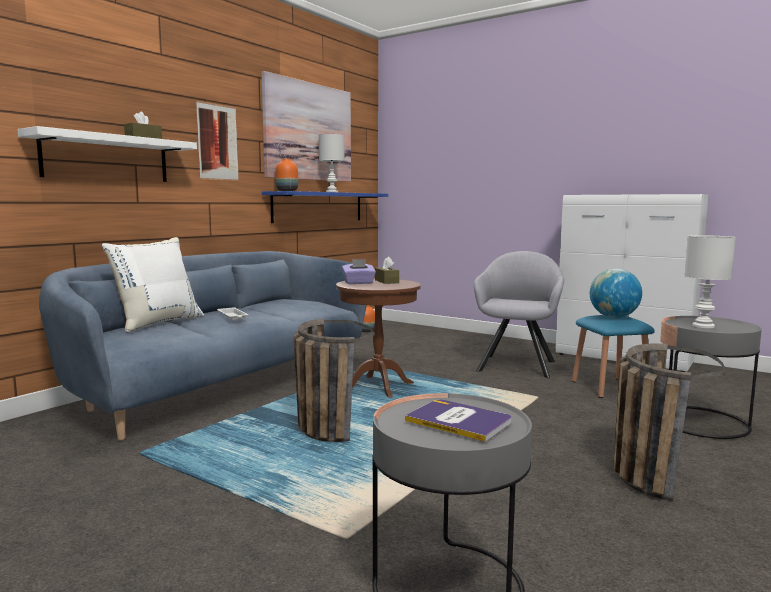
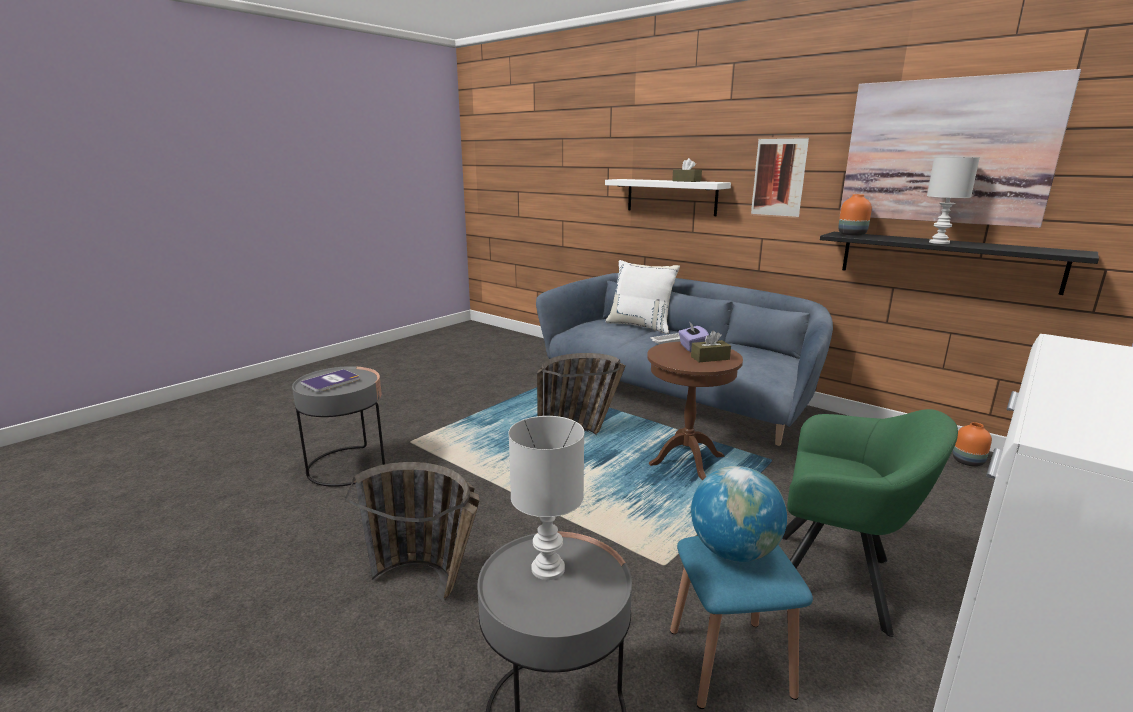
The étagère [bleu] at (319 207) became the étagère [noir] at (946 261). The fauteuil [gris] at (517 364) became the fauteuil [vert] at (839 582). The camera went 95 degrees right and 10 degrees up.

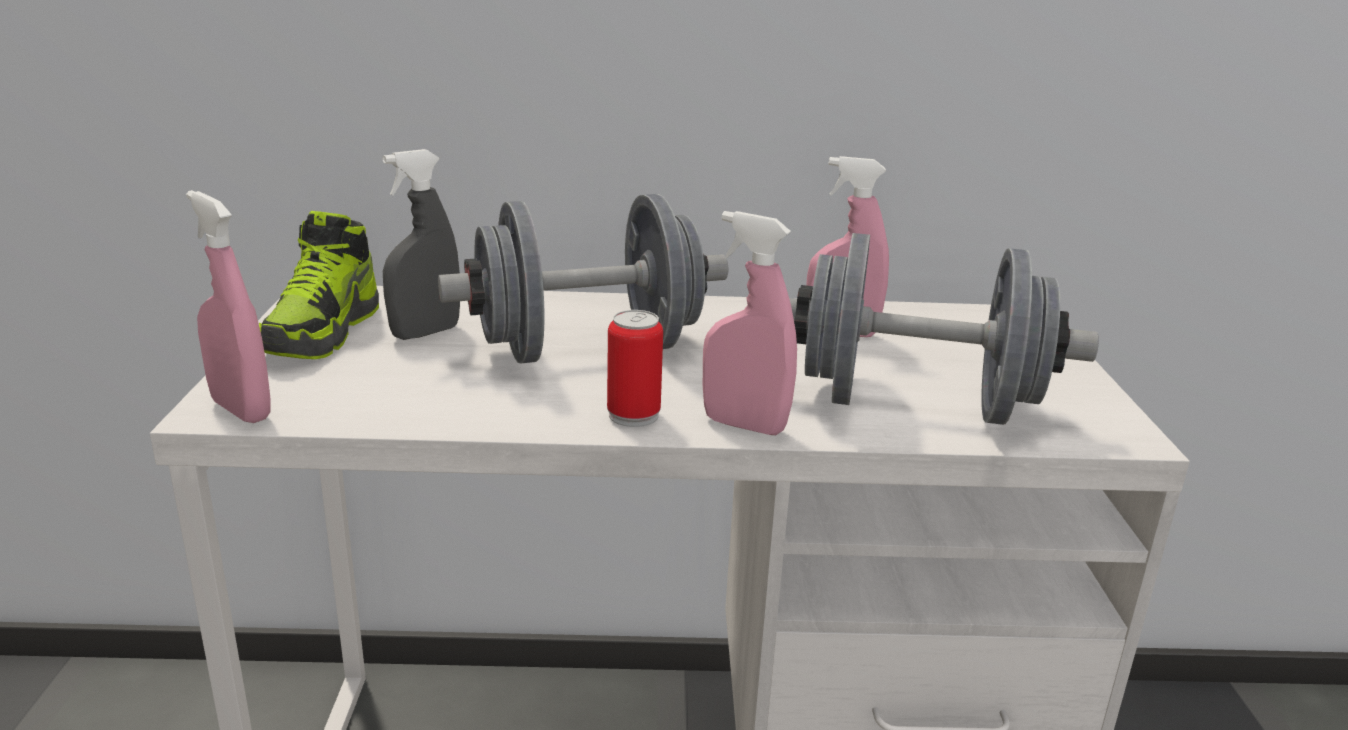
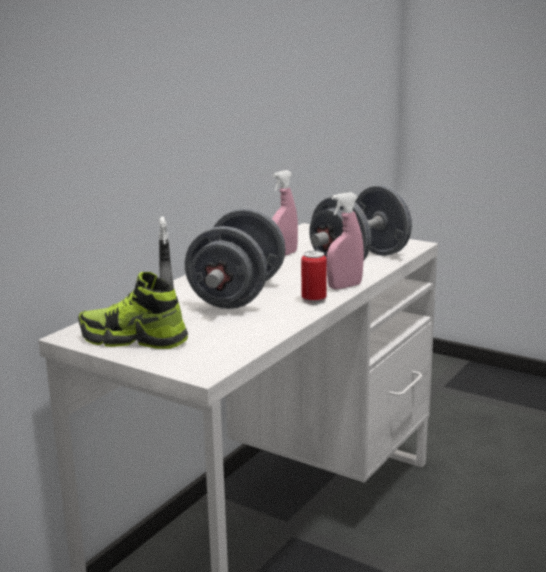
The vaporisateur [rose] at (241 410) disappeared. The chaussure at (324 332) turned 150 degrees clockwise. The camera went 55 degrees left and 5 degrees down.

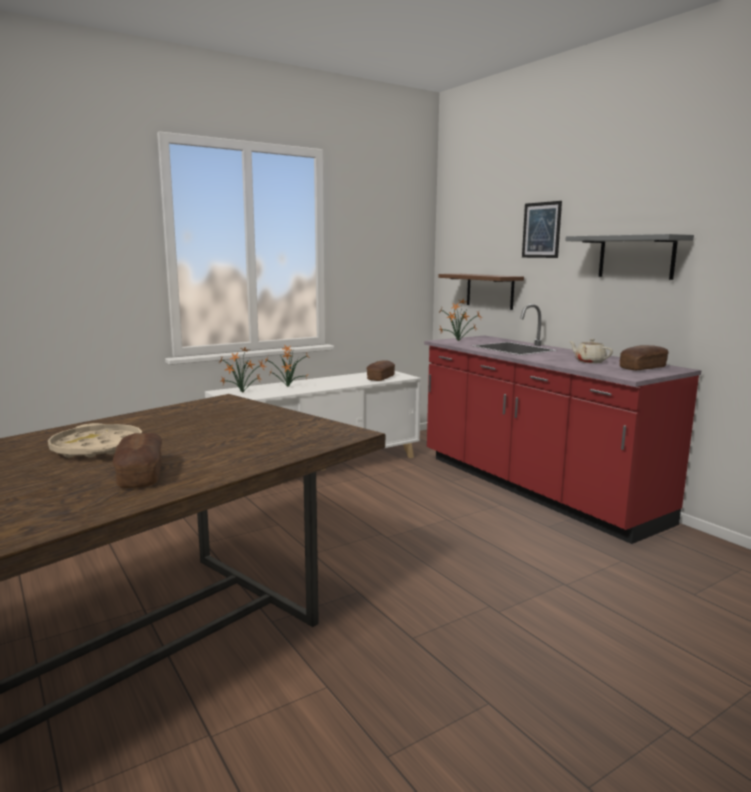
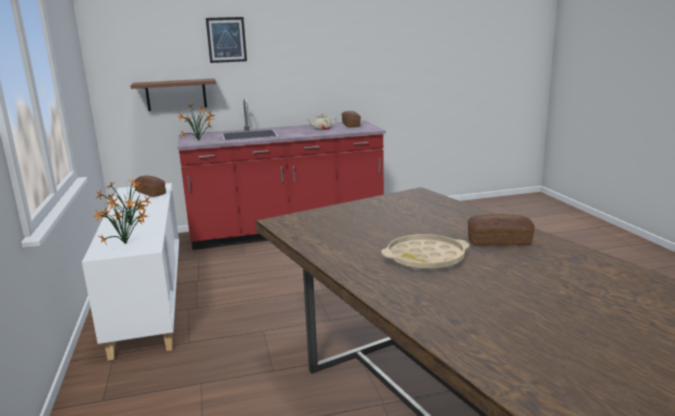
The étagère [gris] at (636 257) disappeared. The camera went 70 degrees left and 5 degrees up.

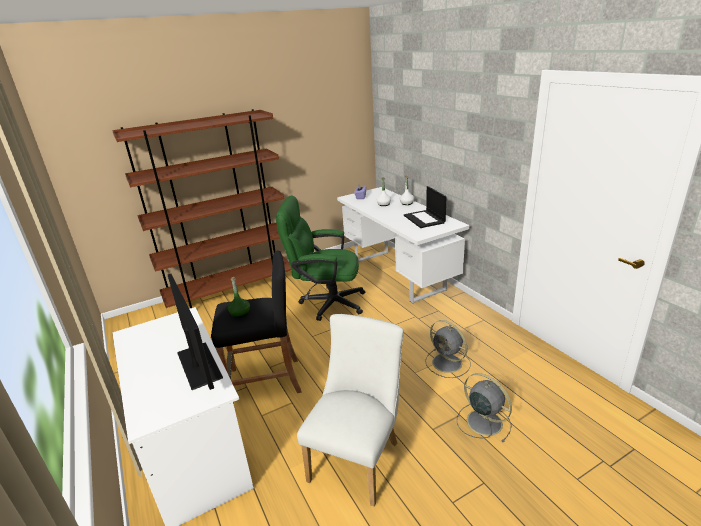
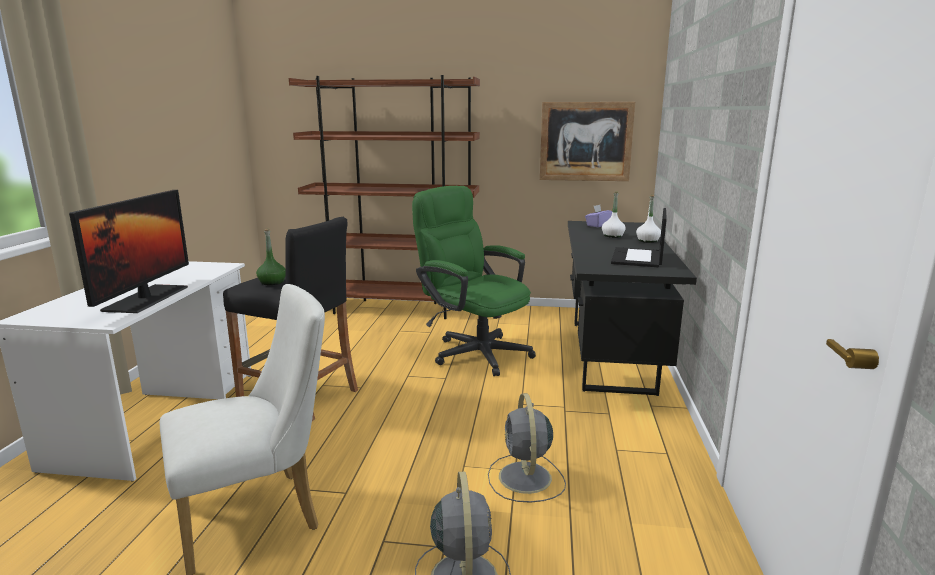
The tableau at (585 141) appeared. The bureau [blanc] at (398 275) became the bureau [noir] at (611 355). The camera went 35 degrees right and 10 degrees down.

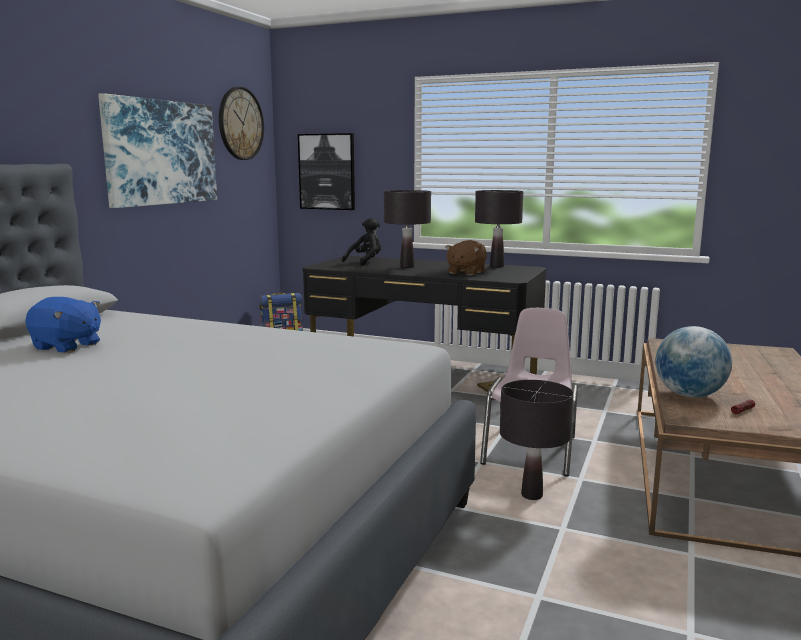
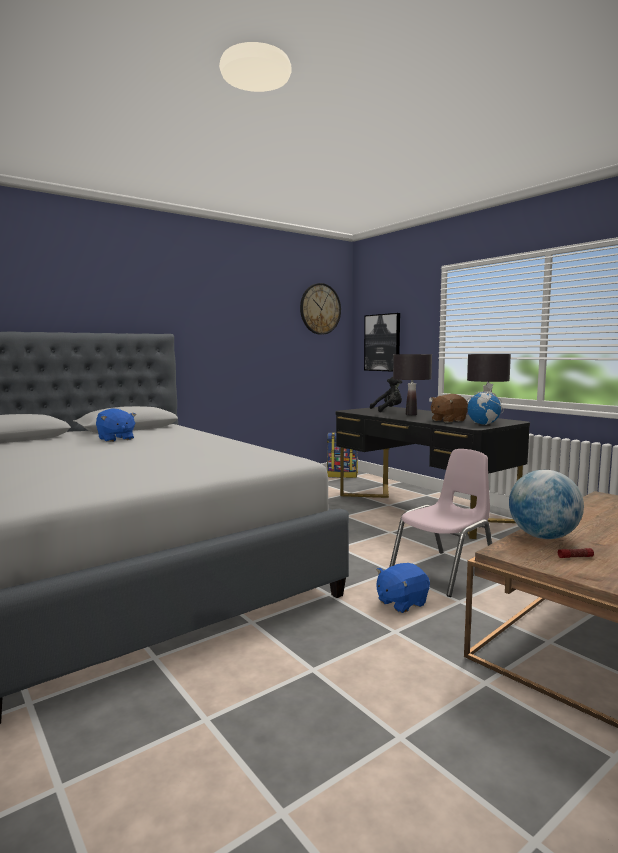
The tableau at (161 152) disappeared. The globe at (484 424) appeared. The lampe de table [noir] at (532 495) was replaced by the peluche [bleu] at (401 603). The camera went 30 degrees right and 5 degrees down.

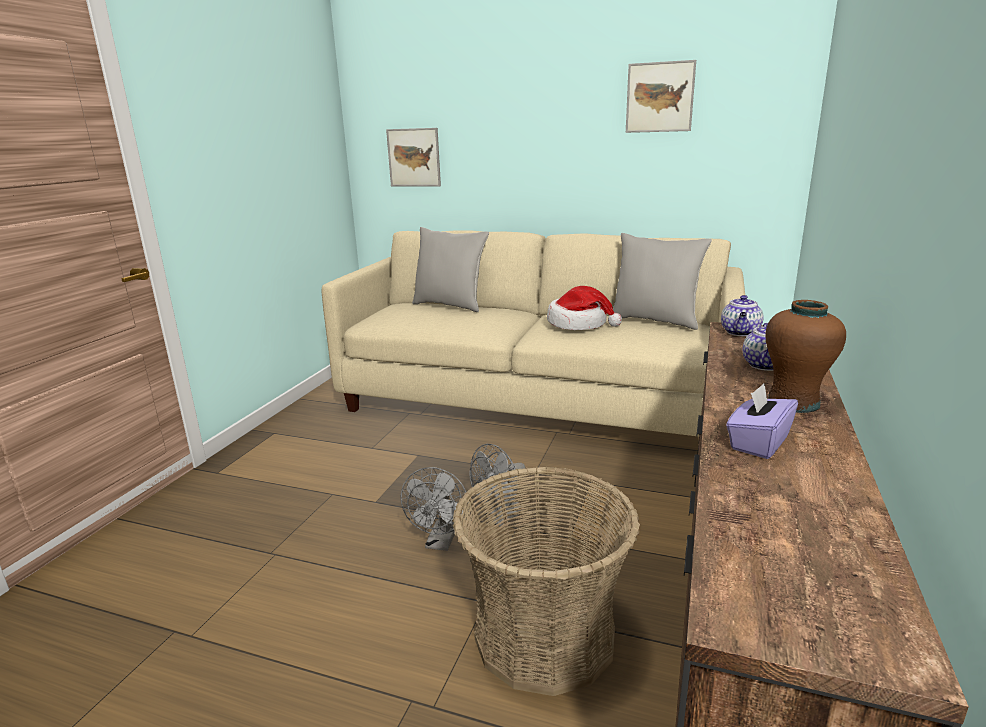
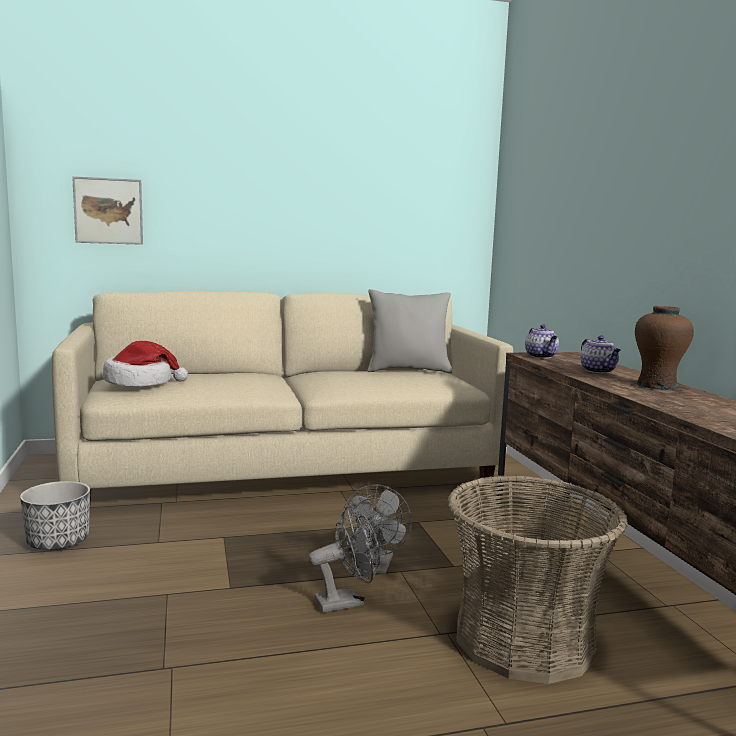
The coussin [gris] at (450 305) disappeared. The tableau at (659 97) disappeared. The boîte à mouchoirs [violet] at (758 443) disappeared. The cache-pot at (58 542) appeared. The chapeau moved from (579 324) to (141 382). The ventilateur [gris] at (440 542) turned 90 degrees counterclockwise. The camera went 35 degrees left and 10 degrees down.

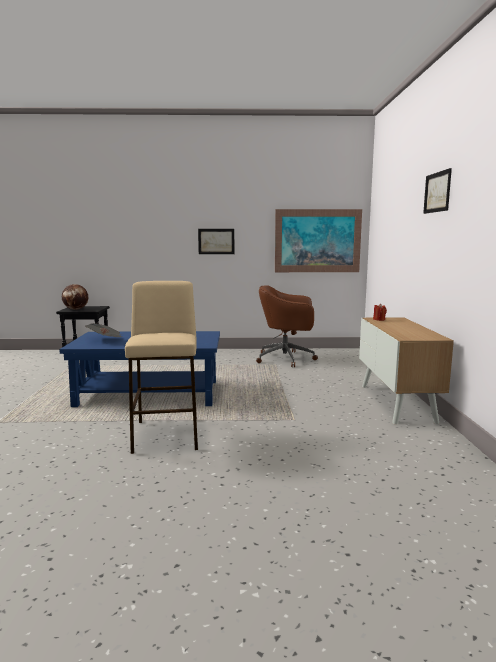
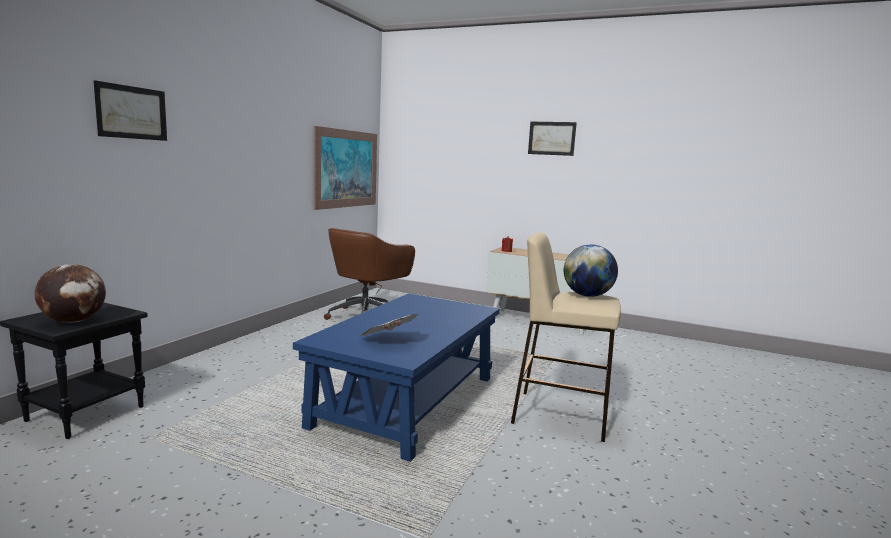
The globe at (587 295) appeared. The tableau moved from (216 241) to (132 112). The camera went 65 degrees left and 0 degrees up.

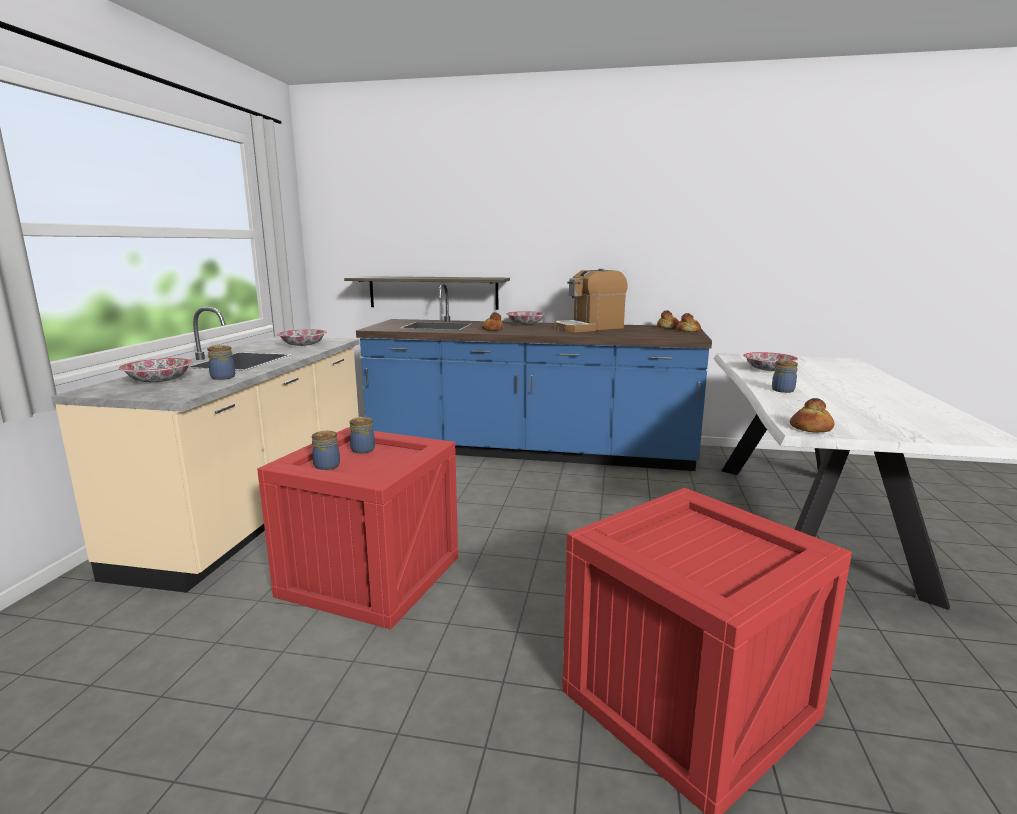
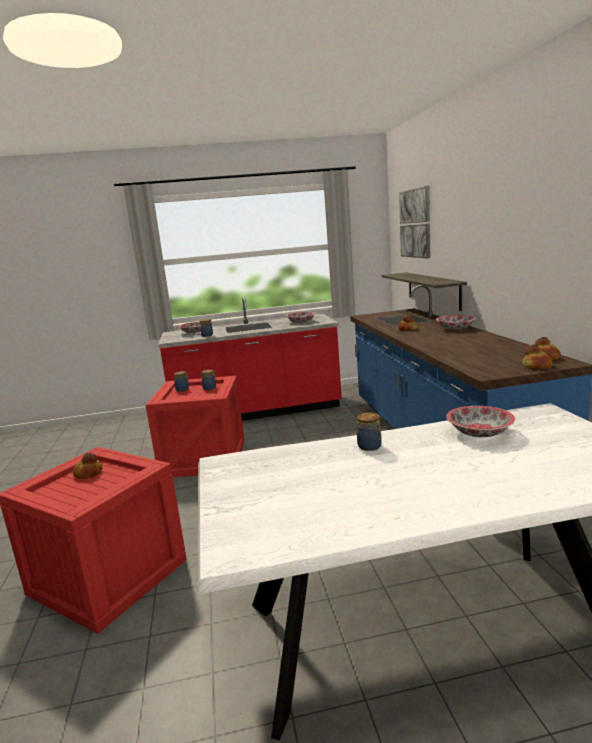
The machine à café at (589 328) disappeared. The tableau at (415 223) appeared. The pain moved from (811 428) to (88 473). The comptoir de cuisine [beige] at (259 510) became the comptoir de cuisine [rouge] at (257 412). The camera went 70 degrees right and 0 degrees up.

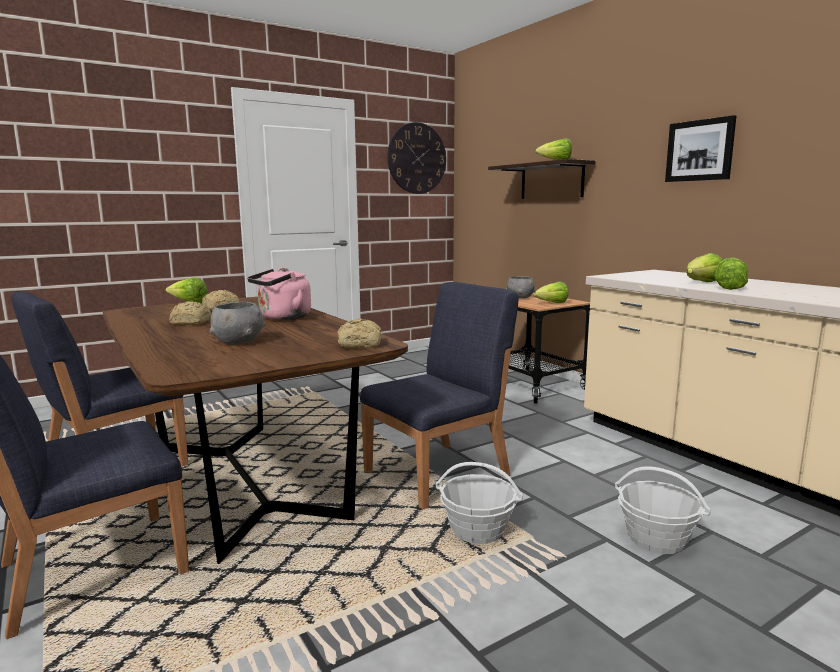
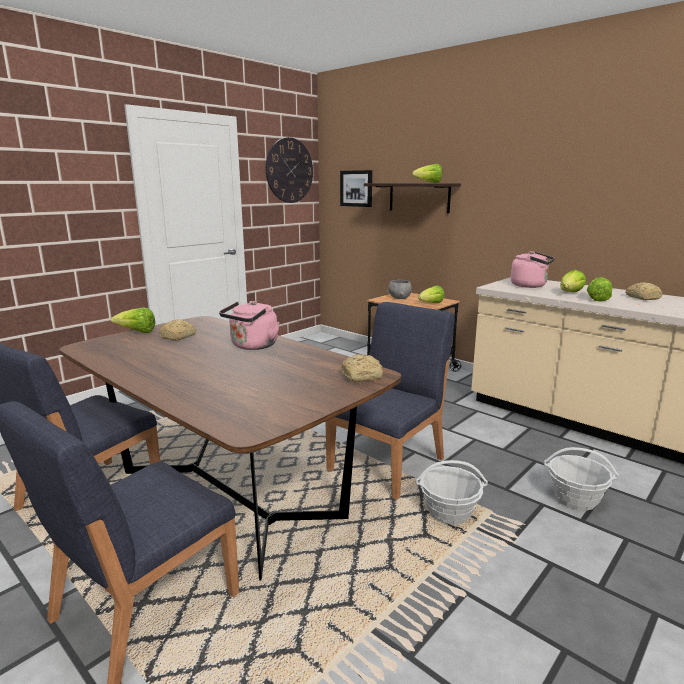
The bol [gris] at (239 342) disappeared. The bouilloire [rose] at (531 286) appeared. The pain moved from (192 322) to (642 298). The tableau moved from (700 150) to (356 188). The camera went 15 degrees left and 5 degrees up.

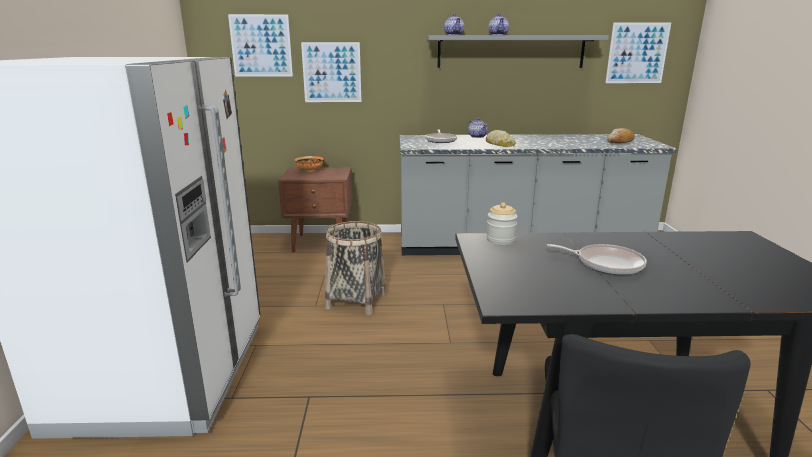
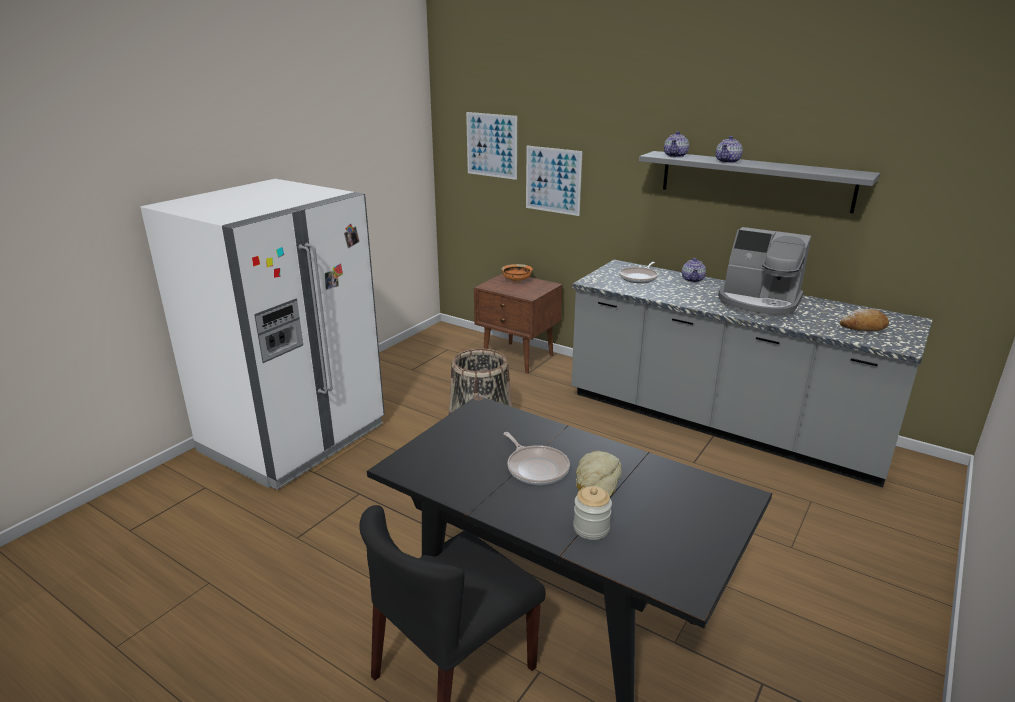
The tableau at (637 53) disappeared. The machine à café at (758 303) appeared. The pain moved from (500 144) to (597 482). The bocal moved from (500 240) to (591 528). The camera went 35 degrees right and 5 degrees up.

